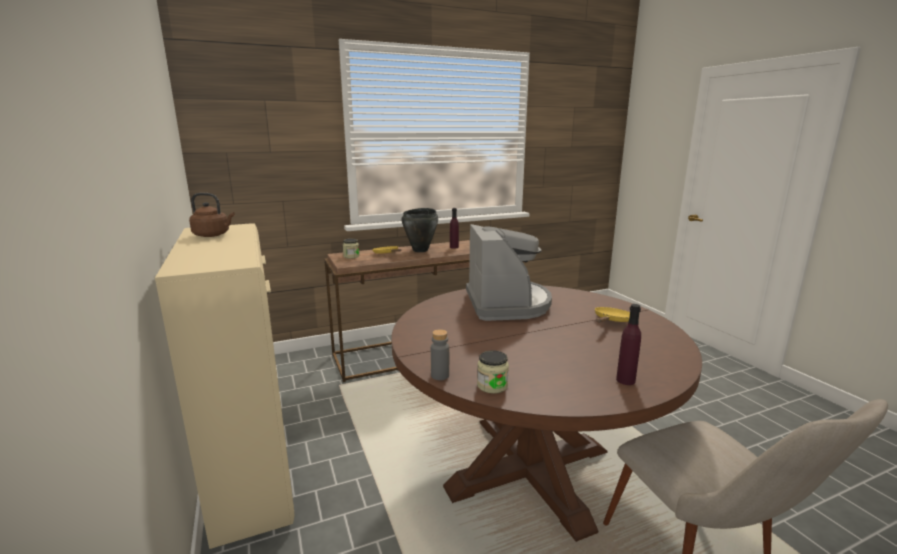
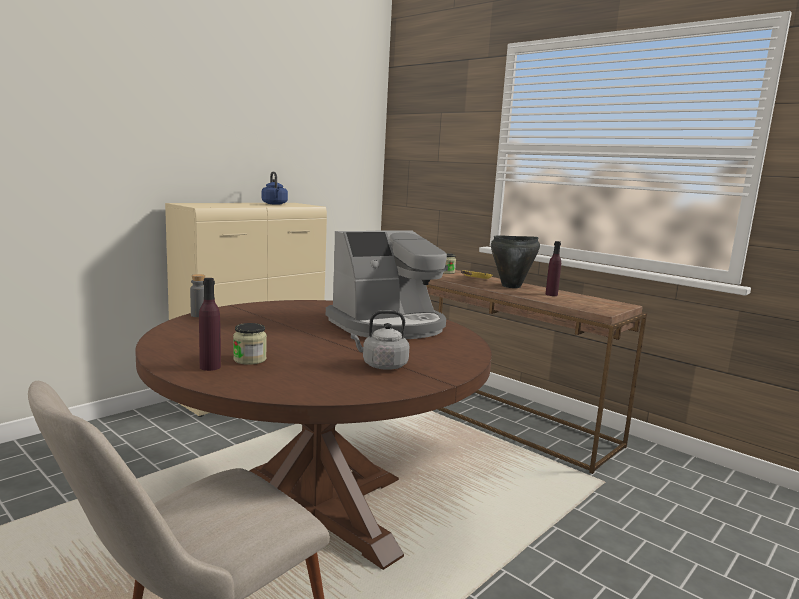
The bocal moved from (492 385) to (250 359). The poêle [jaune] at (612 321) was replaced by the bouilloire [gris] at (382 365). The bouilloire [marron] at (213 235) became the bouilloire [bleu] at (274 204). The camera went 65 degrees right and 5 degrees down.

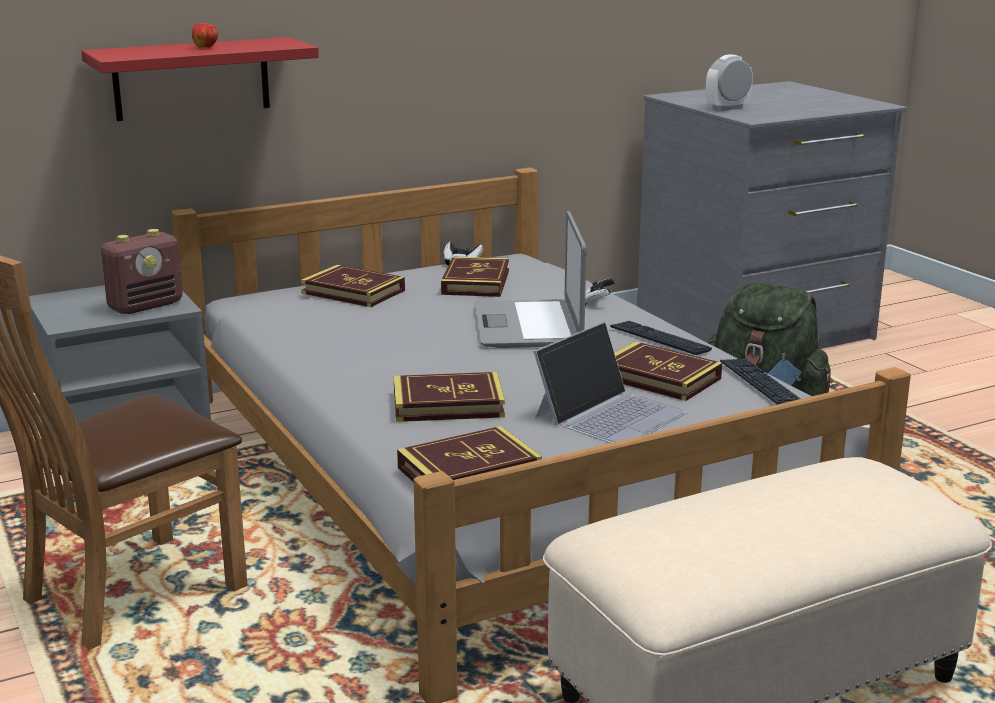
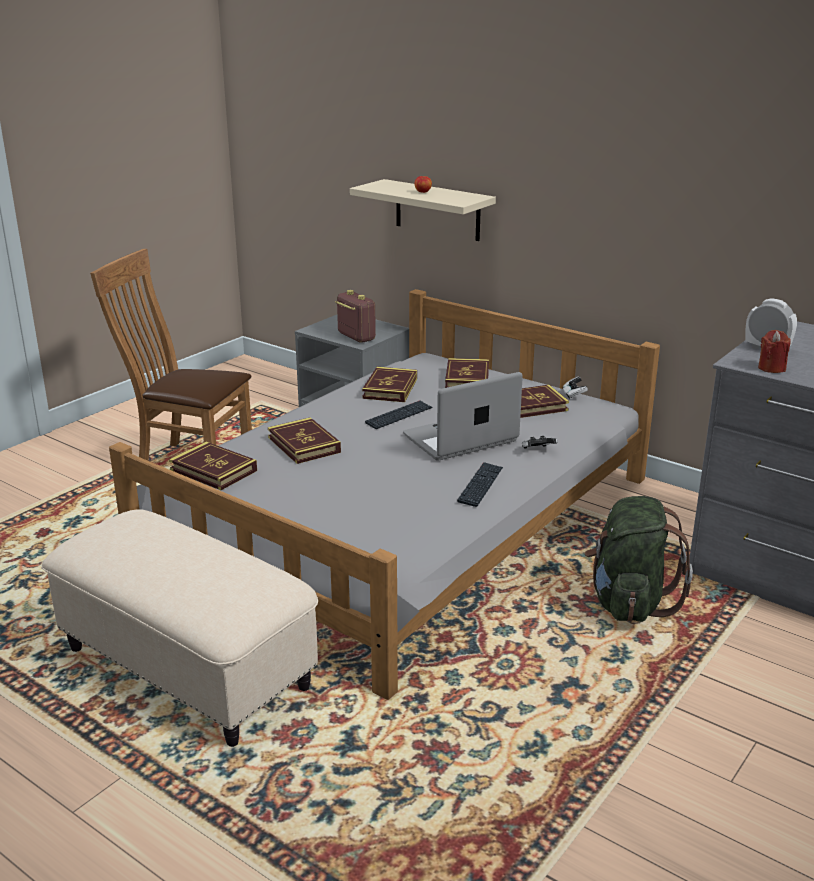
The ordinateur portable at (610 414) disappeared. The bougie [rouge] at (771 368) appeared. The livre moved from (659 378) to (390 388). The clavier moved from (760 383) to (399 416). The étagère [rouge] at (191 78) became the étagère [beige] at (437 210). The radio at (146 306) turned 150 degrees counterclockwise. The camera went 65 degrees right and 5 degrees up.

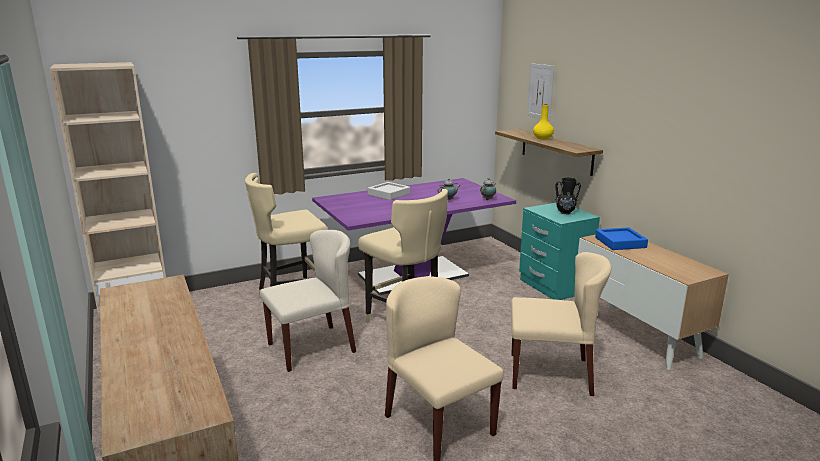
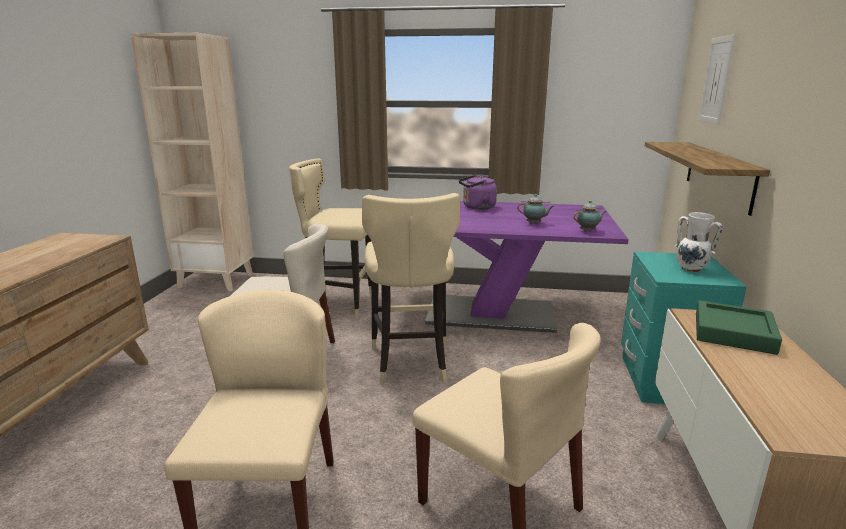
The vase [jaune] at (542 138) disappeared. The plateau [gris] at (389 194) was replaced by the bouilloire [violet] at (477 207). The vase [noir] at (565 213) became the vase [blanc] at (691 269). The plateau [bleu] at (620 242) became the plateau [vert] at (733 333). The camera went 35 degrees right and 0 degrees up.

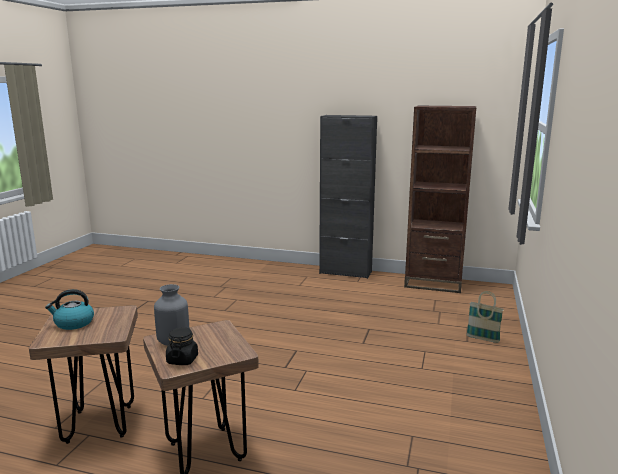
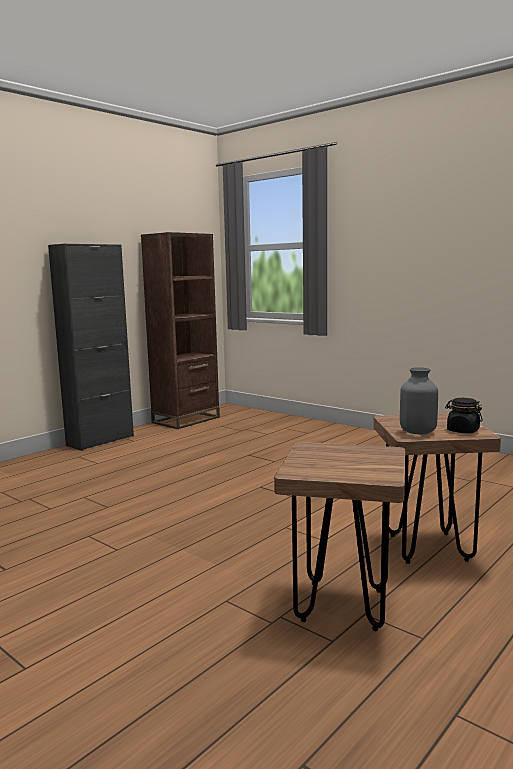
The bouilloire at (73 323) disappeared. The panier at (482 339) disappeared. The camera went 65 degrees left and 5 degrees down.

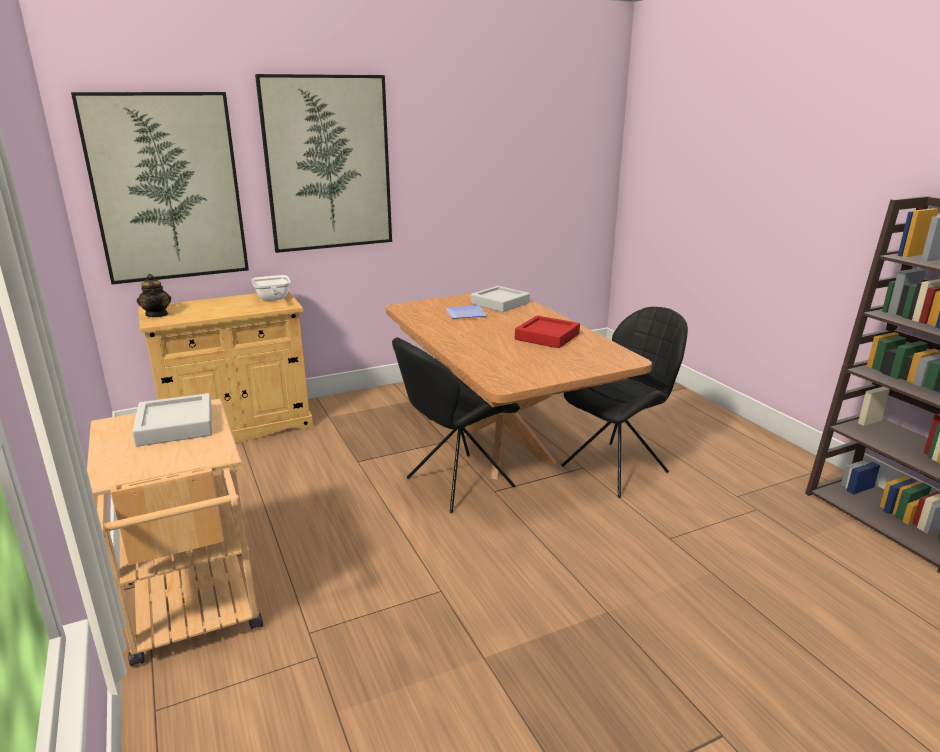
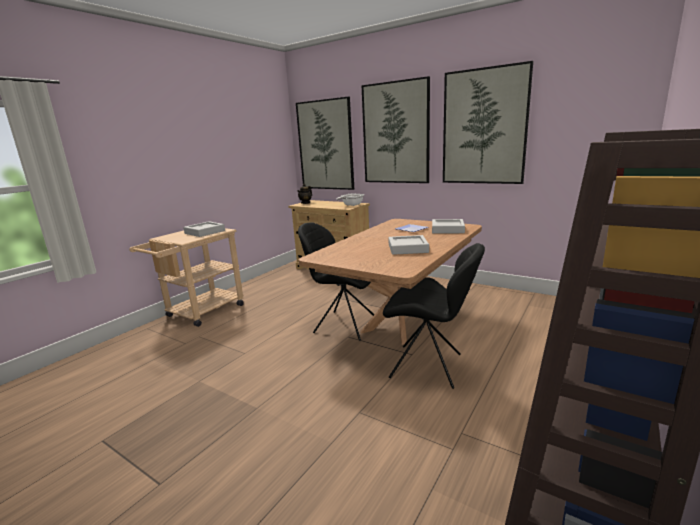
The tableau at (484 127) appeared. The plateau [rouge] at (547 337) became the plateau [gris] at (408 248). The camera went 60 degrees right and 5 degrees down.

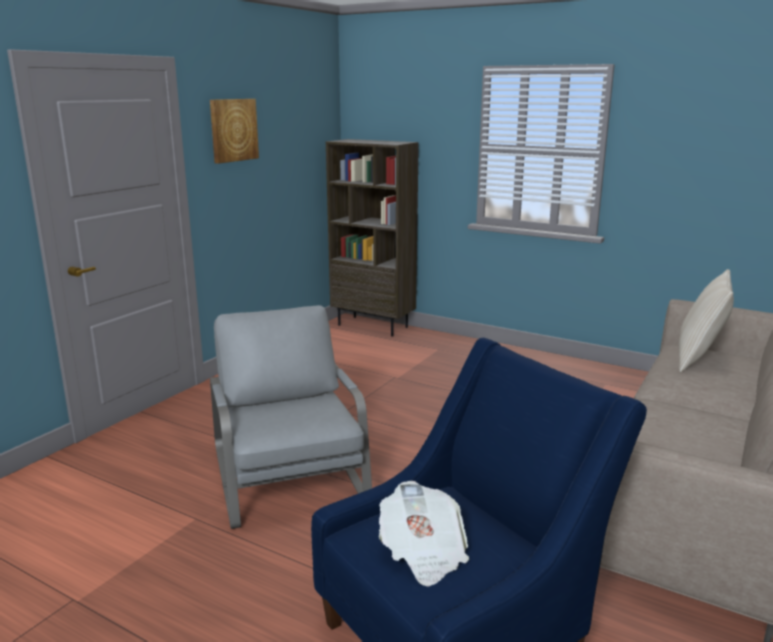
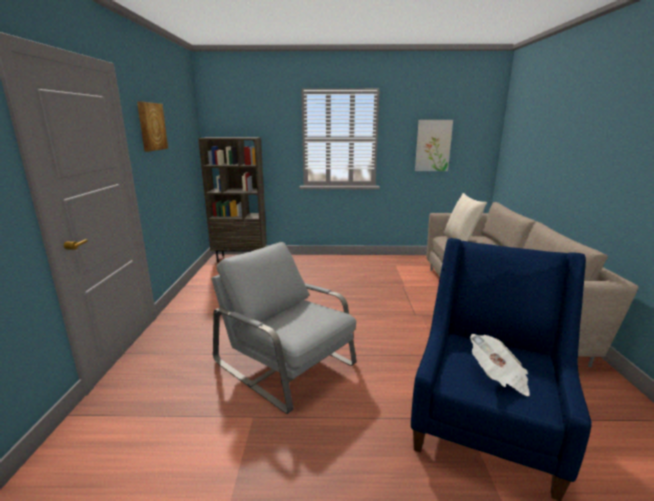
The tableau at (433 145) appeared. The camera went 30 degrees left and 0 degrees up.

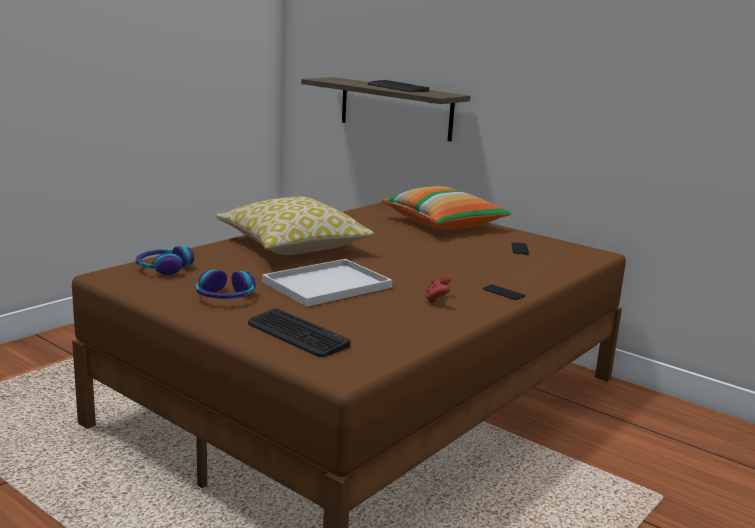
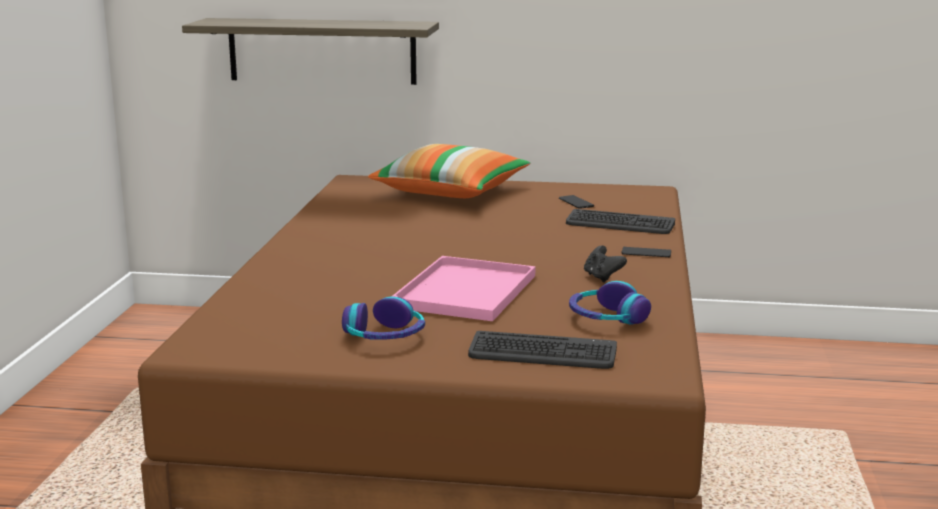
The coussin at (292 246) disappeared. The casque audio moved from (163 268) to (607 317). The clavier moved from (397 88) to (619 224). The plateau [blanc] at (326 285) became the plateau [rose] at (466 292). The manette [rouge] at (437 300) became the manette [noir] at (602 277). The camera went 30 degrees left and 0 degrees up.

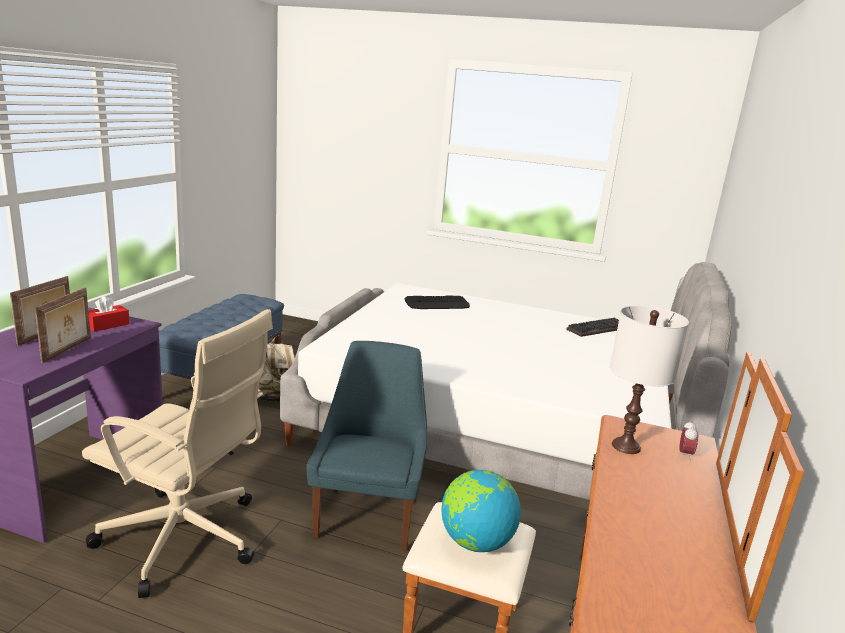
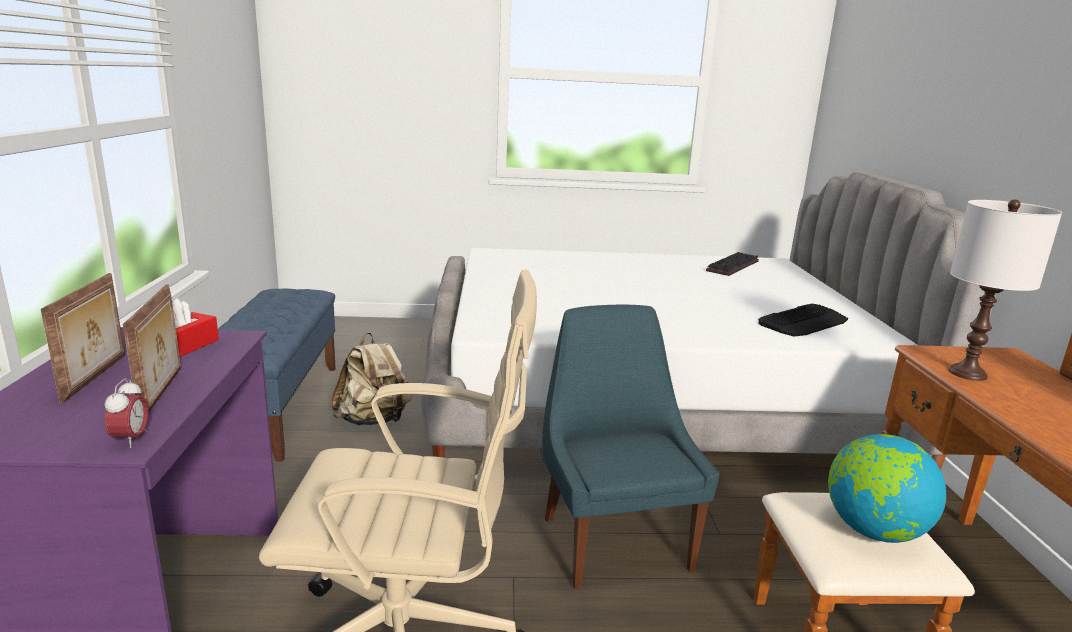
The clavier moved from (437 304) to (804 322). The réveil moved from (685 454) to (131 439). The camera went 20 degrees left and 0 degrees up.

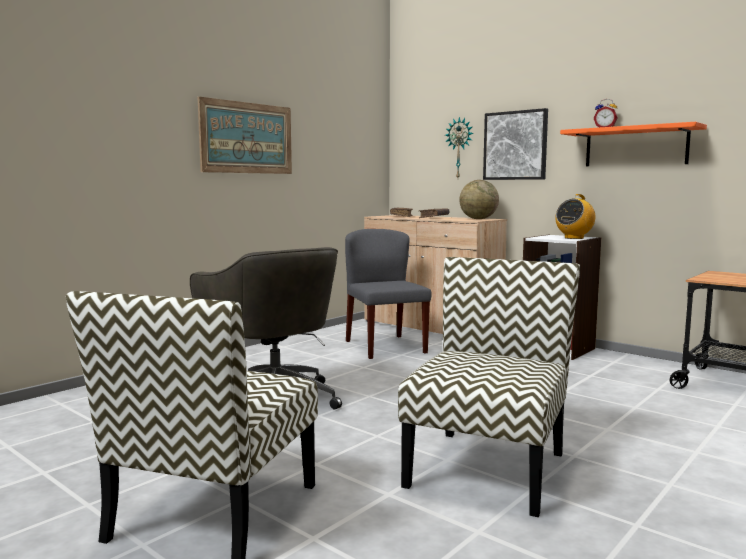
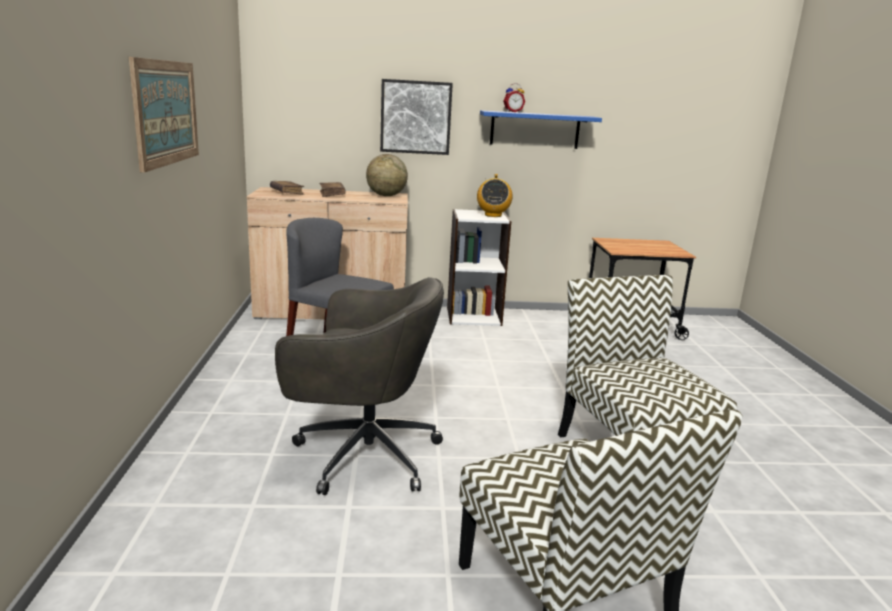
The horloge murale at (460 148) disappeared. The étagère [orange] at (635 147) became the étagère [bleu] at (535 130). The camera went 45 degrees left and 10 degrees up.

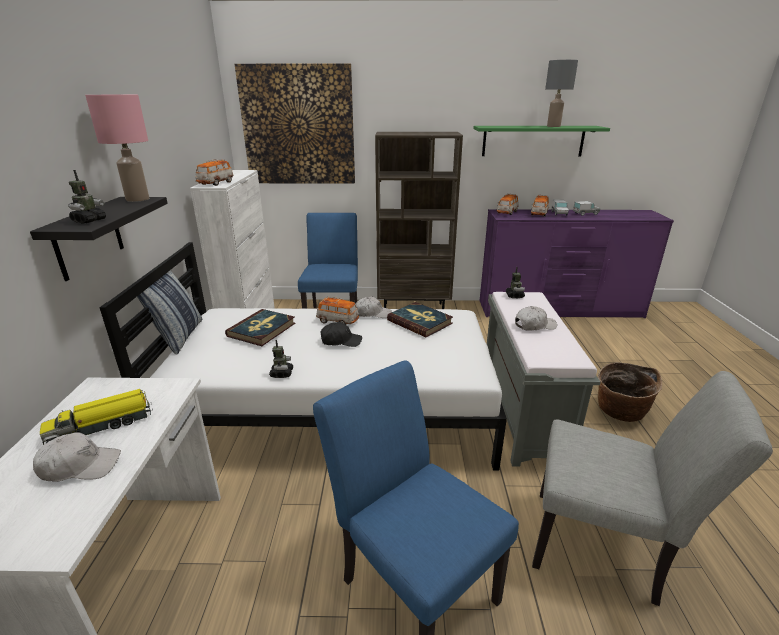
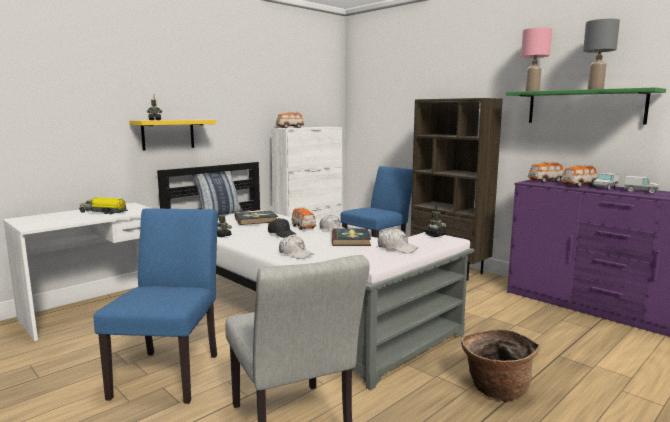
The tableau at (298 126) disappeared. The casquette [blanc] moved from (80 466) to (295 254). The lampe de table [rose] moved from (138 199) to (532 91). The étagère [noir] at (88 237) became the étagère [jaune] at (168 134). The camera went 45 degrees right and 15 degrees down.

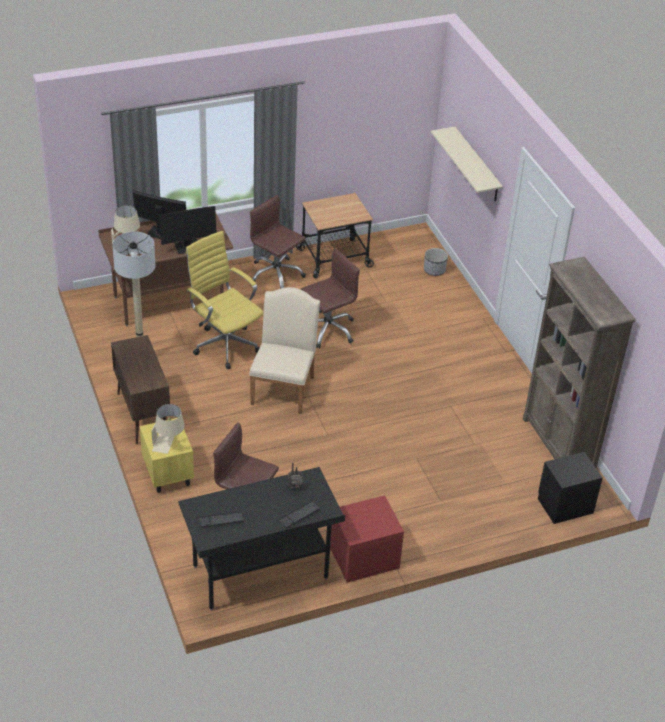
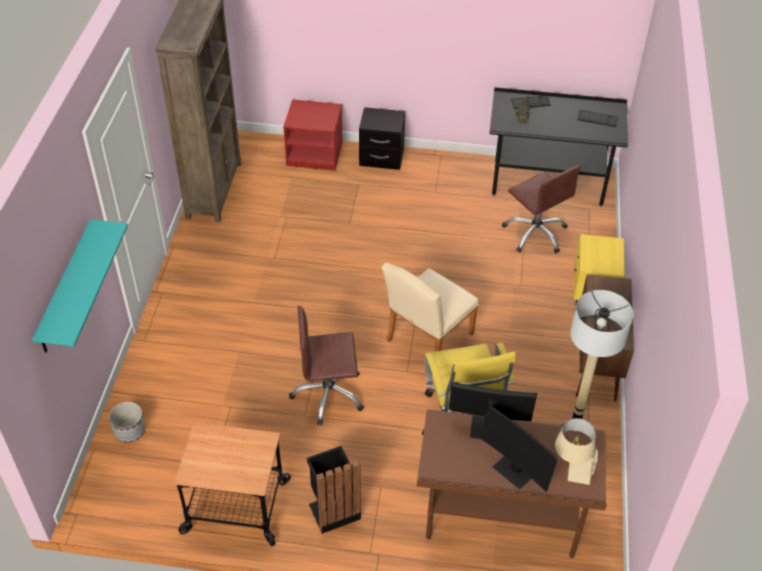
The lampe de table [beige] at (168 444) disappeared. The table de chevet [rouge] moved from (363 558) to (315 154). The table de chevet [noir] moved from (564 505) to (381 158). The chaise de bureau [marron] at (276 274) was replaced by the poubelle [noir] at (333 509). The étagère [beige] at (477 165) became the étagère [turquoise] at (66 288). The camera went 150 degrees left and 5 degrees up.

